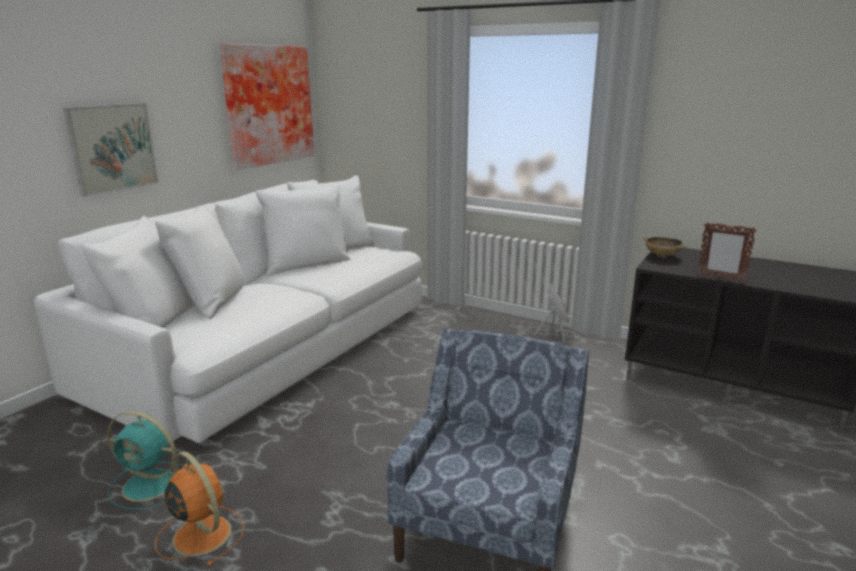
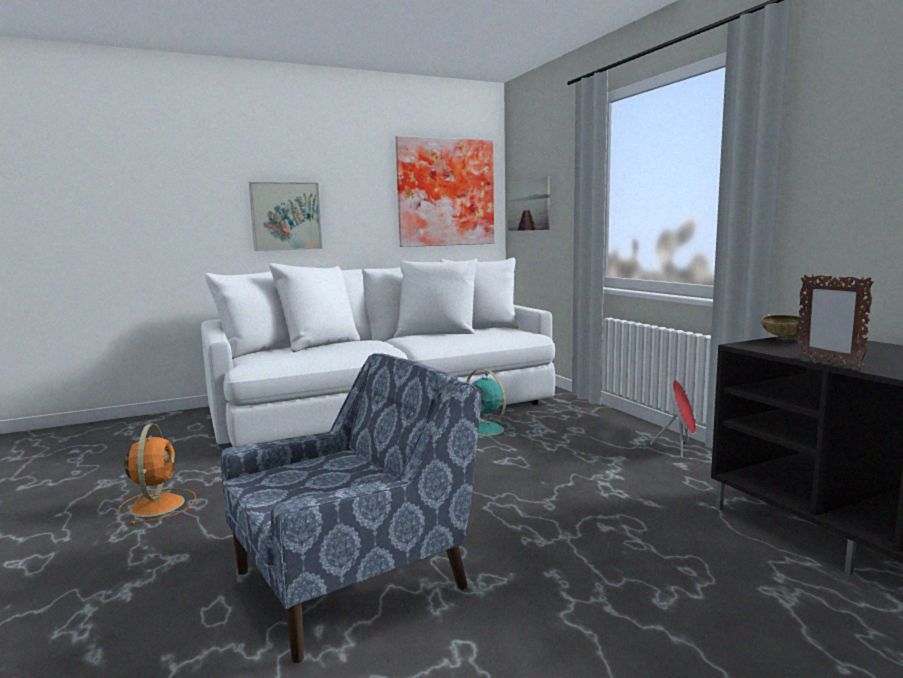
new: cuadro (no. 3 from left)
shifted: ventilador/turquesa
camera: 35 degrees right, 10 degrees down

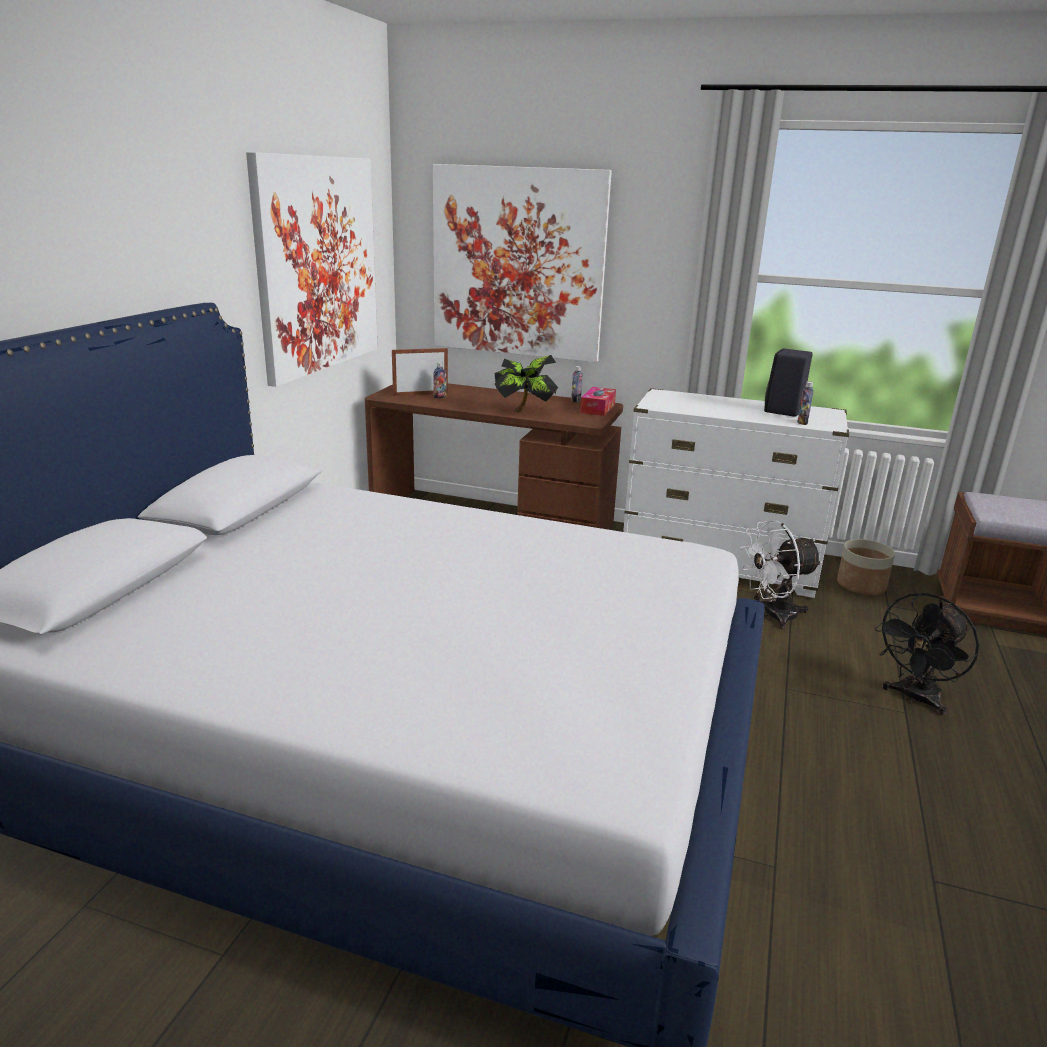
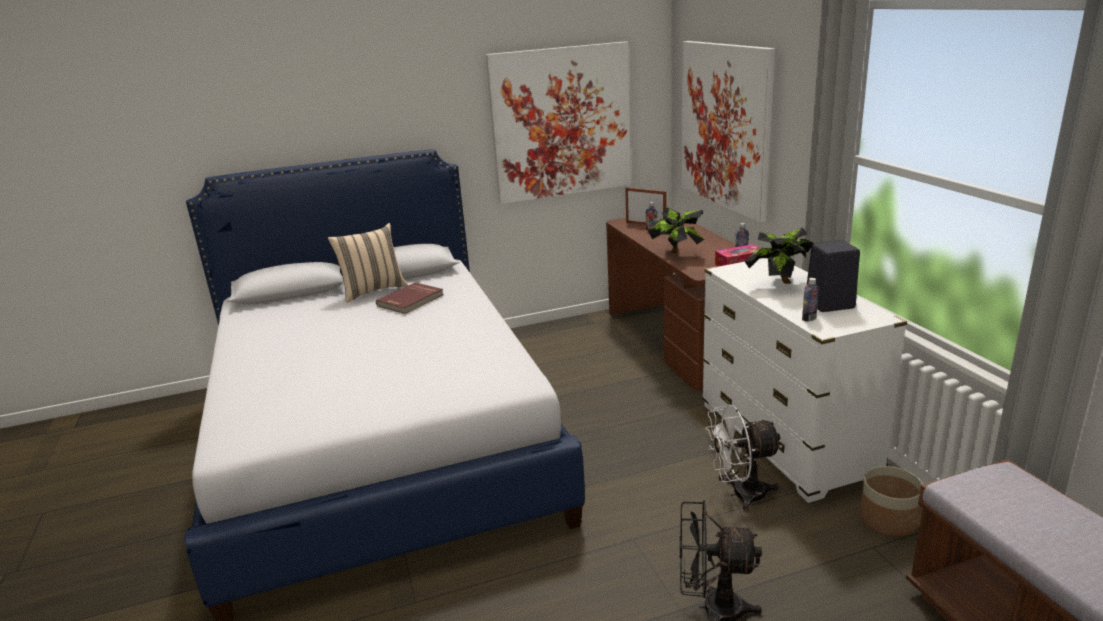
new: cojín/beis; libro/rojo; planta en maceta (no. 2 from left)
rotated: ventilador/blanco 45 degrees counterclockwise
camera: 55 degrees right, 0 degrees up

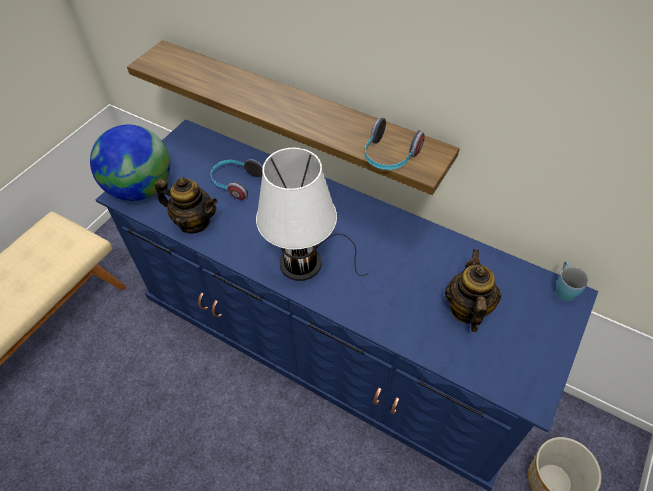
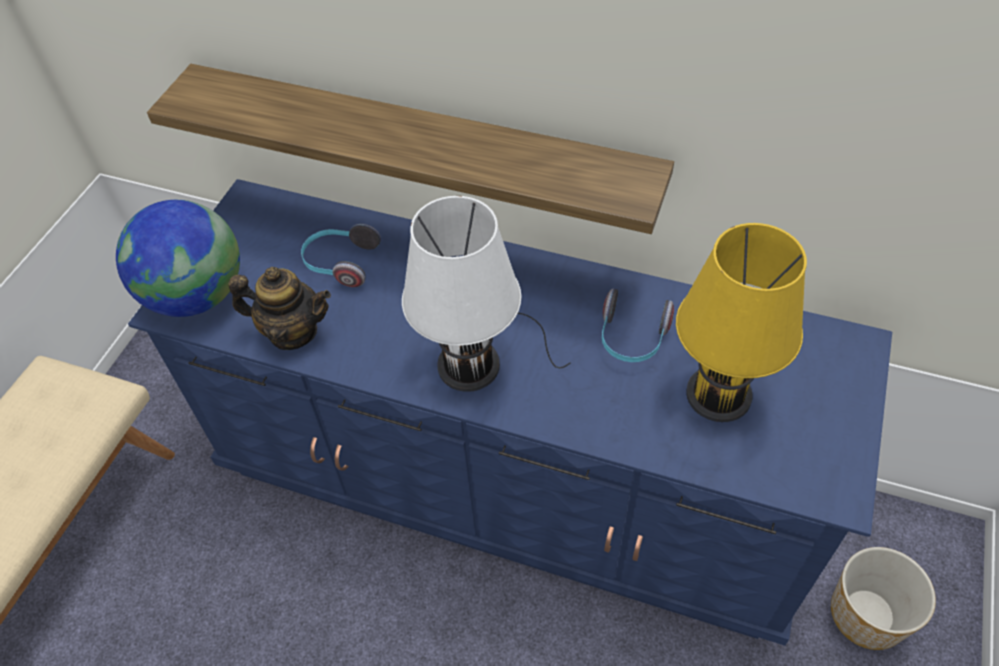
gone: taza grande/azul
shifted: auriculares (no. 2 from left)
swapped: tetera (no. 2 from left) to lámpara de mesa/amarillo
camera: 10 degrees left, 0 degrees up

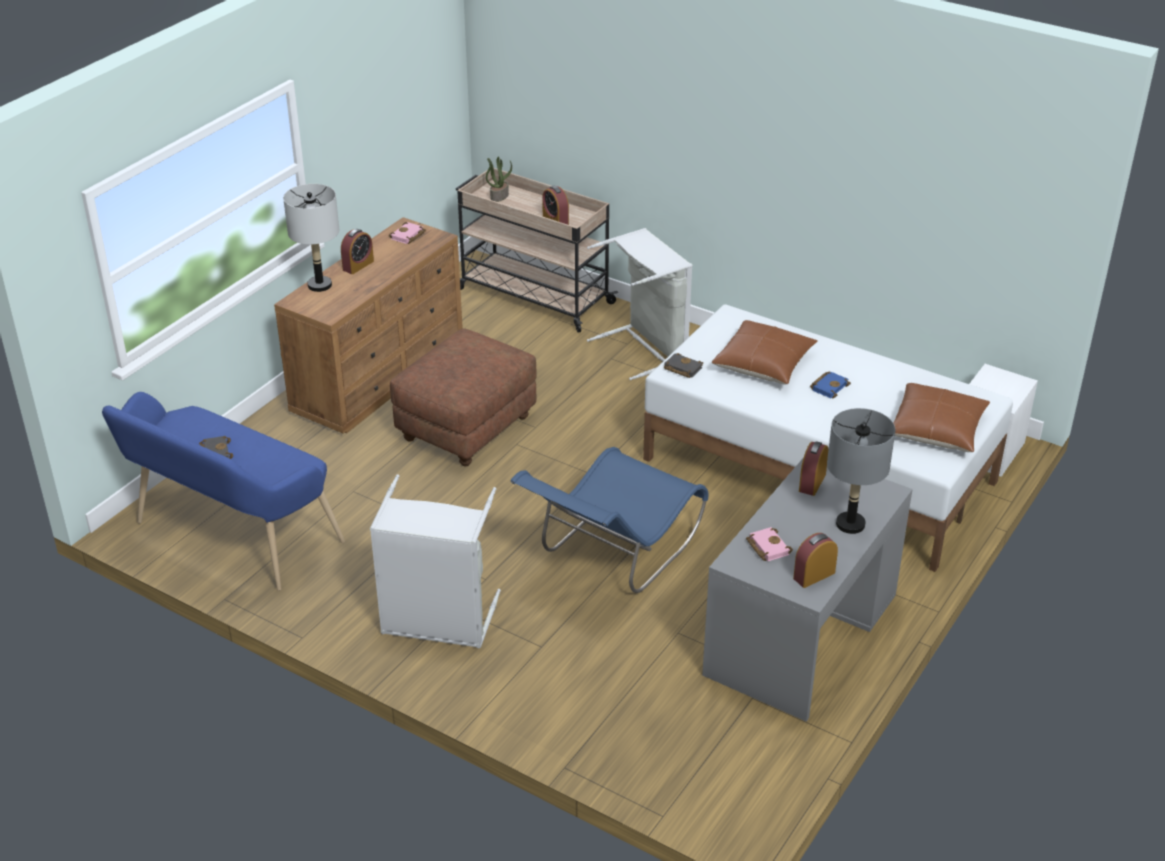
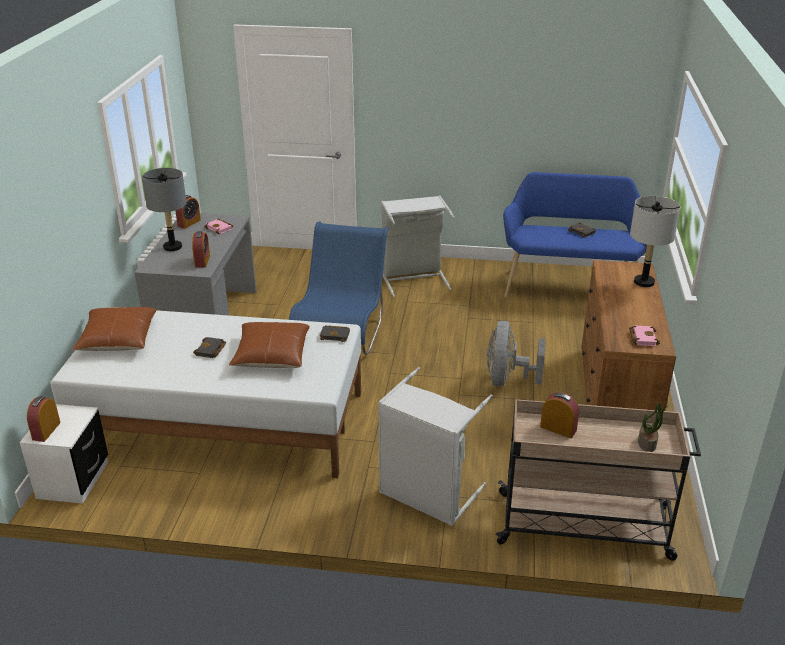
shifted: despertador (no. 1 from left)
swapped: puf/marrón to ventilador/gris
repainted: libro/azul to libro/negro (no. 1 from left)
camera: 155 degrees right, 5 degrees down

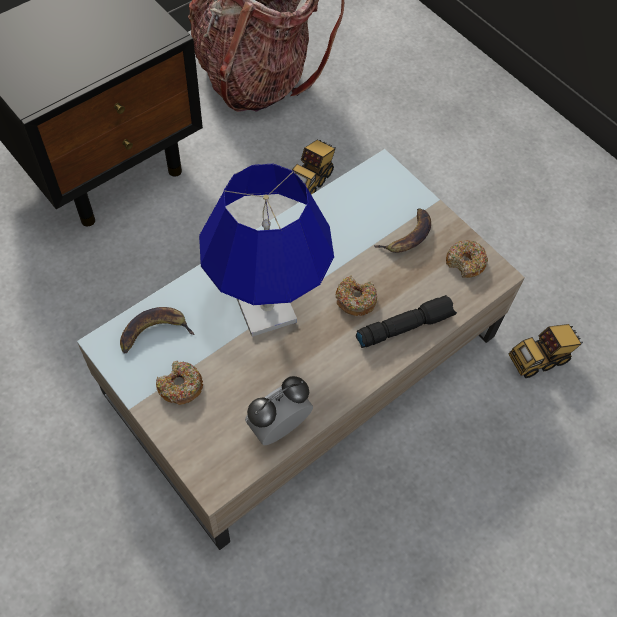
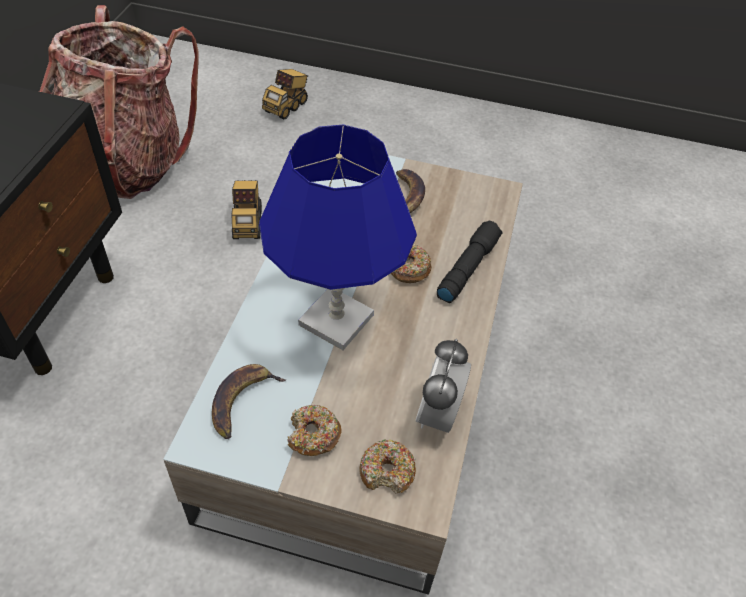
shifted: rosquilla (no. 3 from left in the first image) to rosquilla (no. 2 from left); camión de juguete (no. 2 from left)
camera: 35 degrees left, 10 degrees down

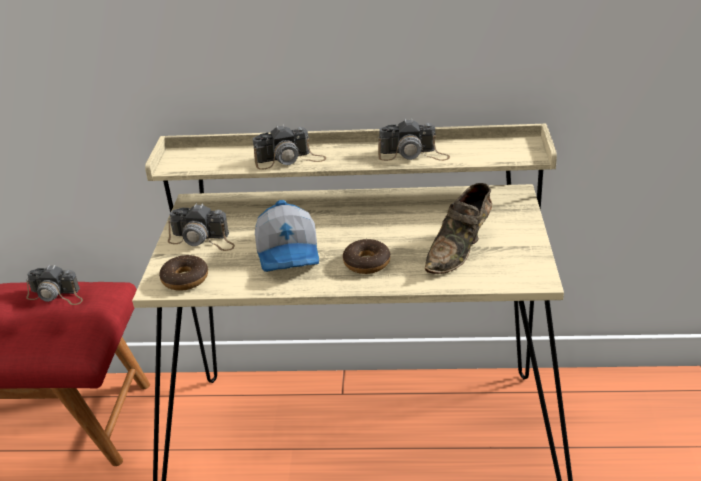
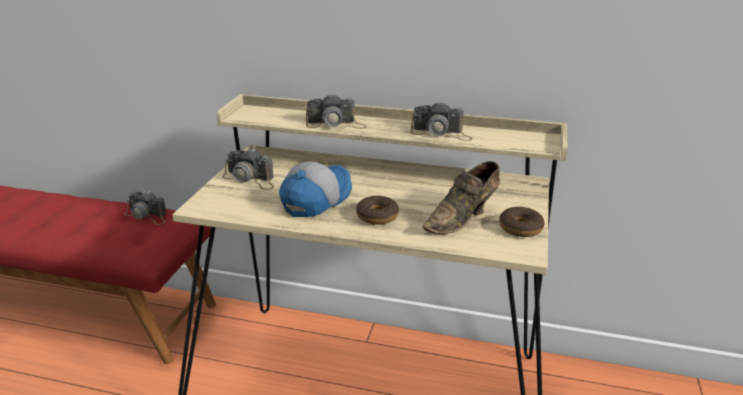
shifted: rosquilla (no. 1 from left in the first image) to rosquilla (no. 2 from left)
rotated: gorra 150 degrees counterclockwise
camera: 10 degrees right, 5 degrees down

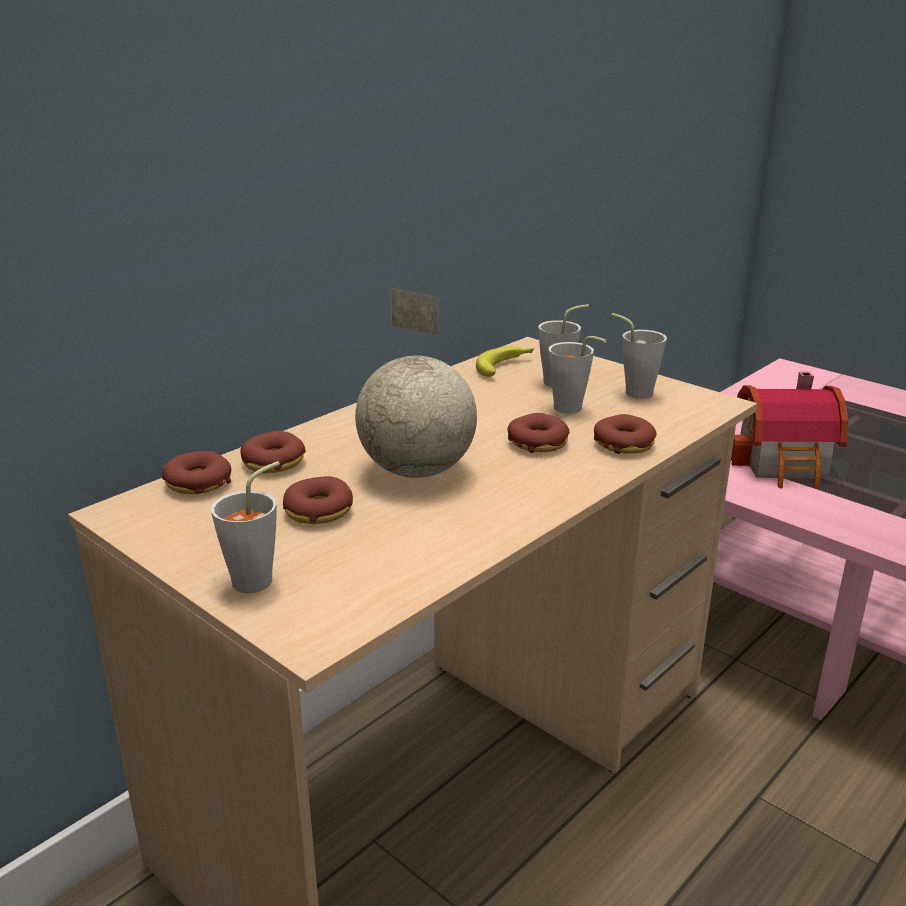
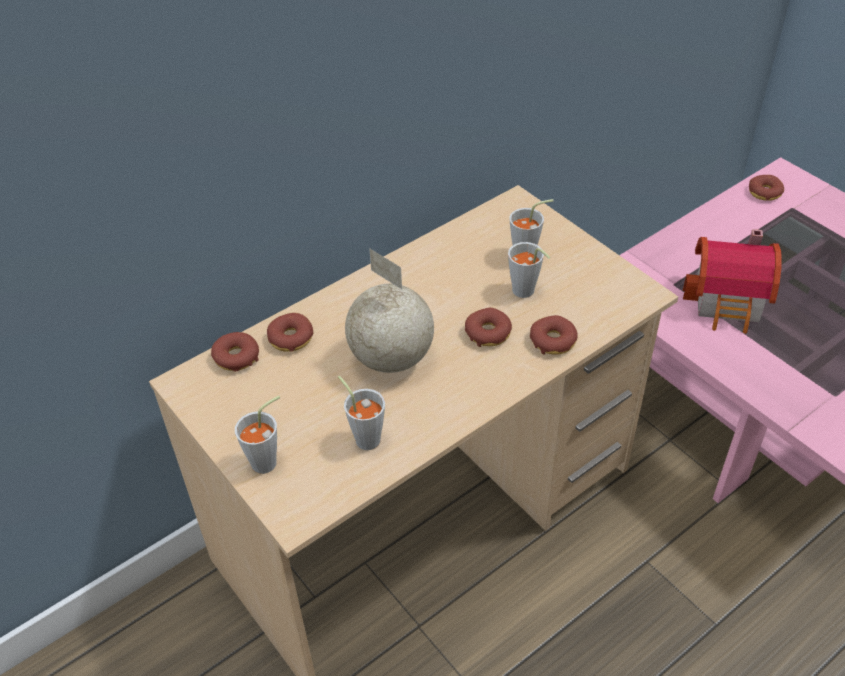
gone: plátano
shifted: rosquilla (no. 3 from left in the first image) to rosquilla (no. 5 from left); taza/gris (no. 4 from left in the first image) to taza/gris (no. 2 from left)
camera: 10 degrees right, 20 degrees up

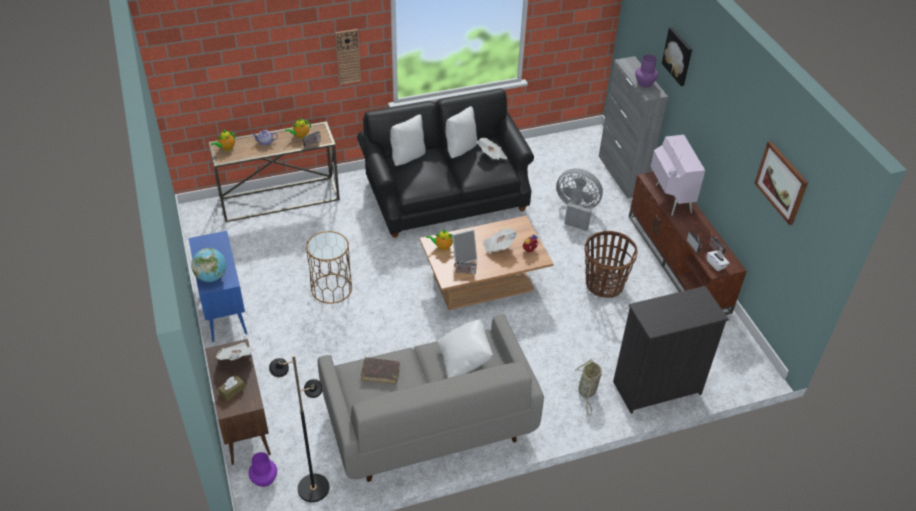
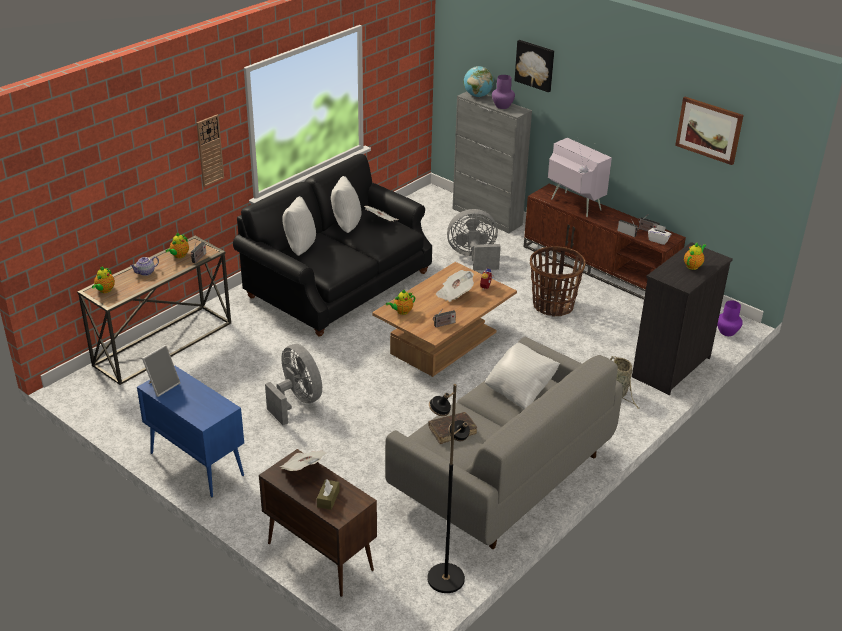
new: tetera (no. 5 from left)
shifted: globo terráqueo; florero/morado (no. 1 from left in the first image) to florero/morado (no. 2 from left); portarretratos
swapped: mesa auxiliar/marrón to ventilador/gris (no. 1 from left)
camera: 30 degrees left, 10 degrees down

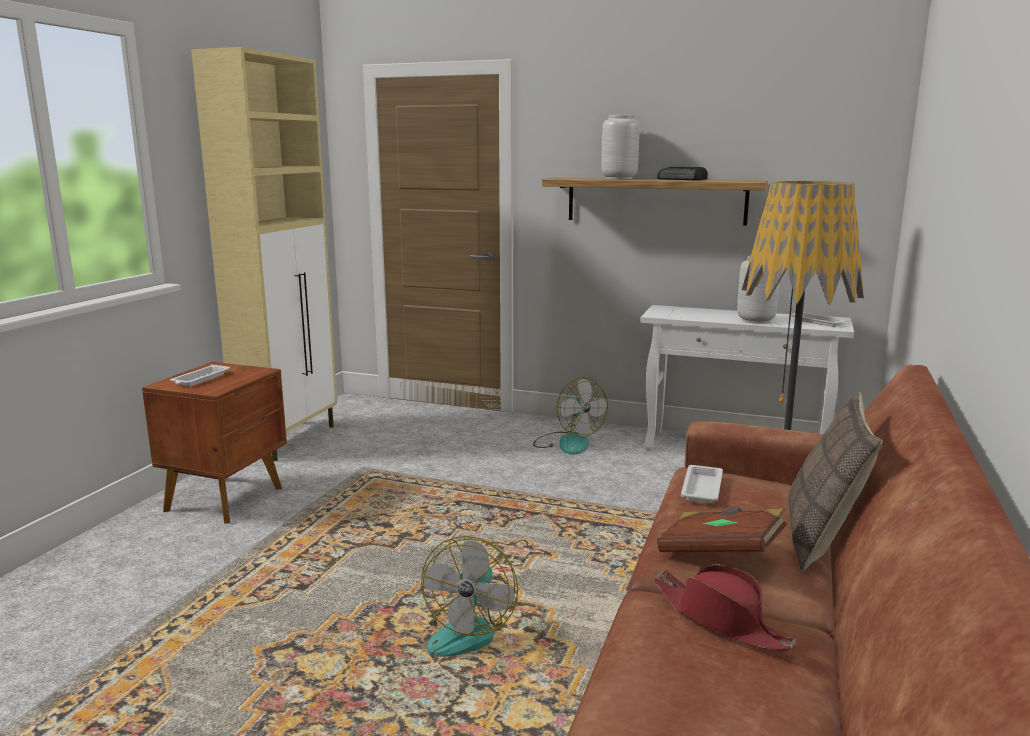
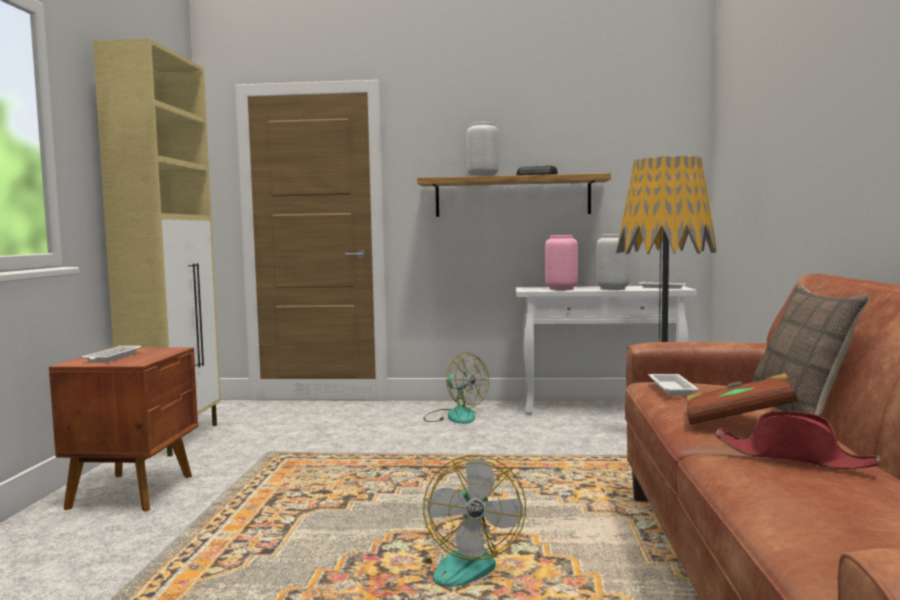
new: florero/rosa
camera: 15 degrees left, 10 degrees down

